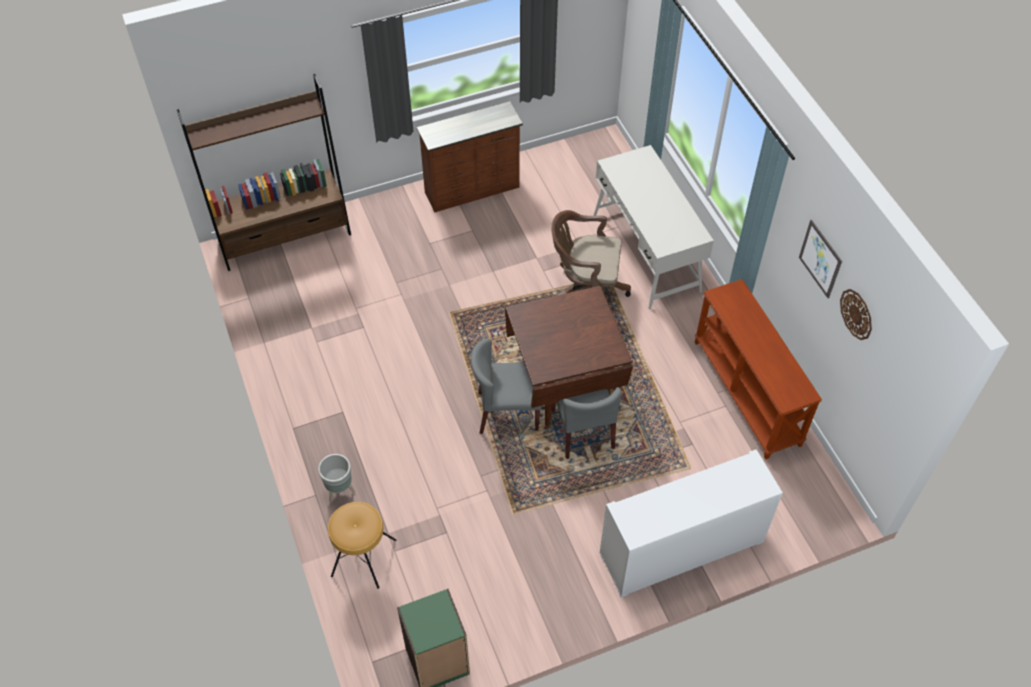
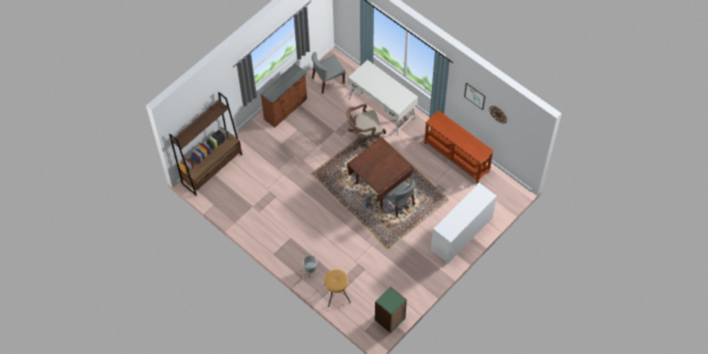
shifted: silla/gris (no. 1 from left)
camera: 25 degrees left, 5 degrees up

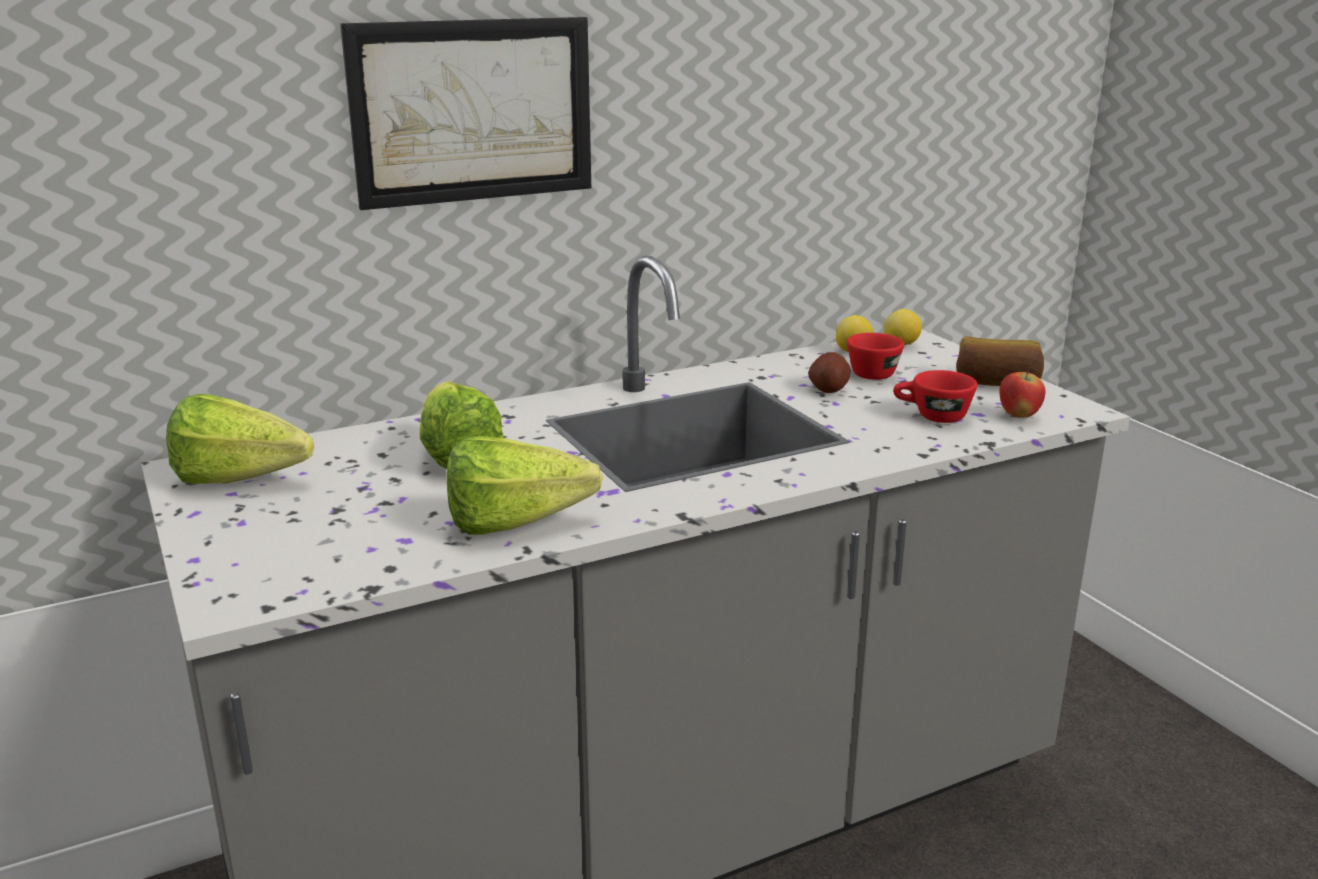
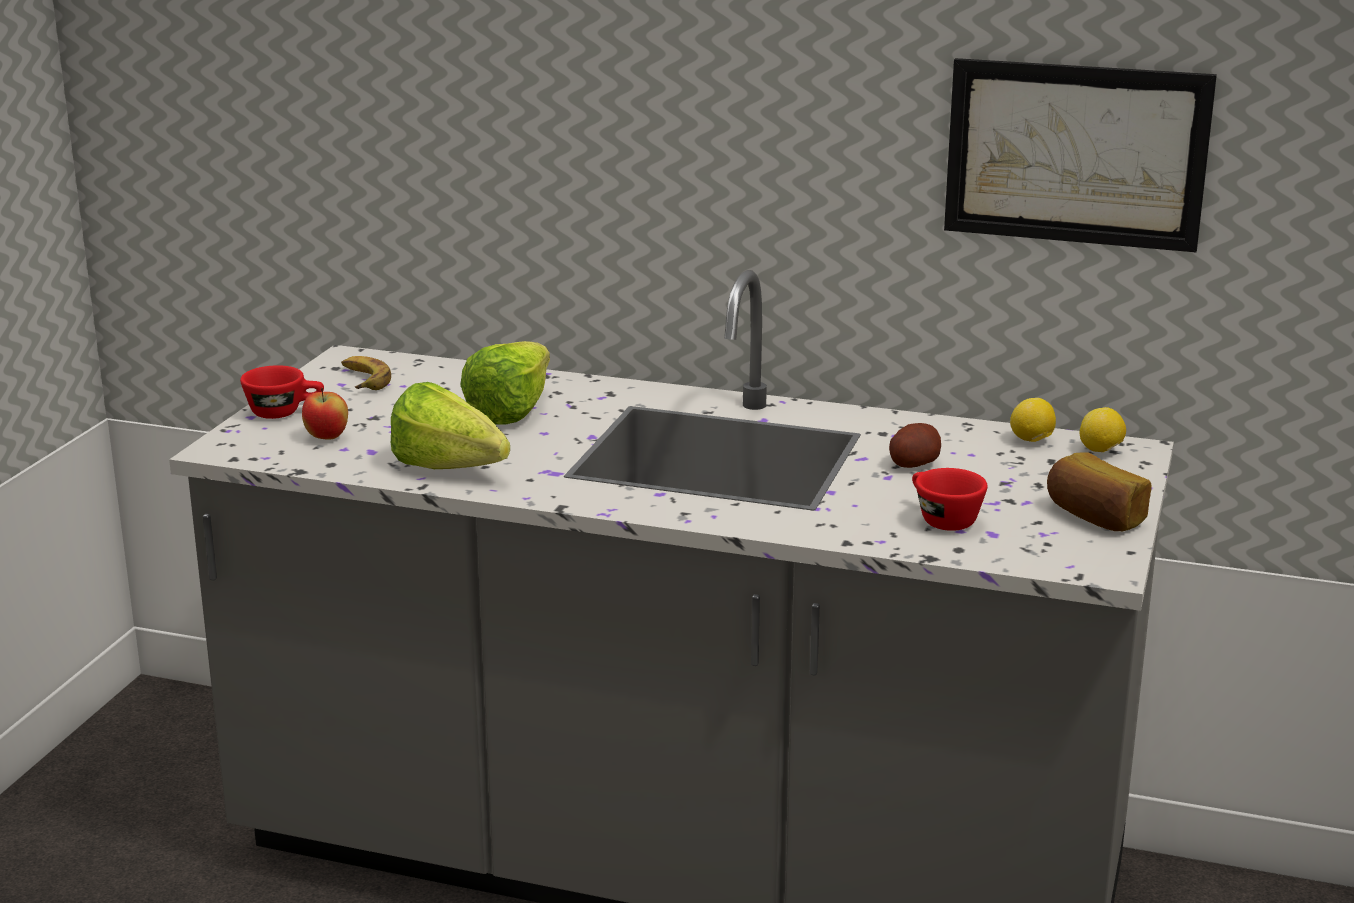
shifted: cuadro; taza/rojo (no. 1 from left); manzana
swapped: lechuga (no. 1 from left) to plátano
camera: 45 degrees right, 0 degrees up

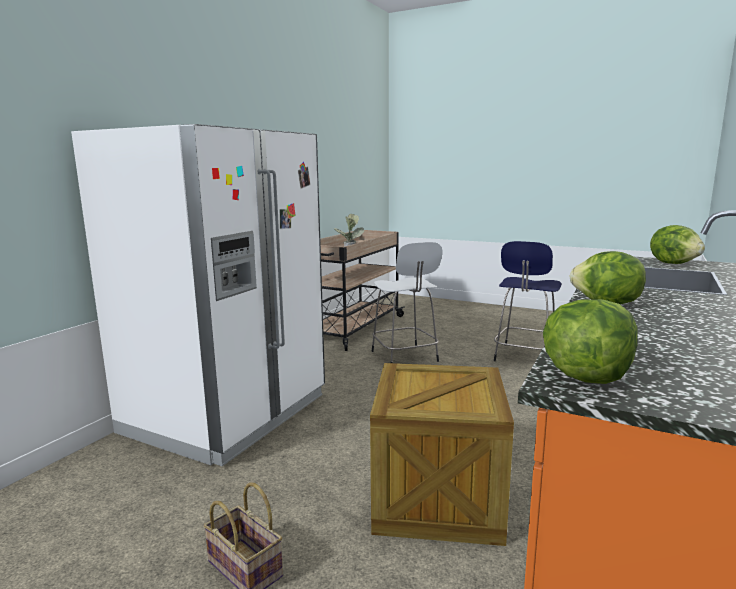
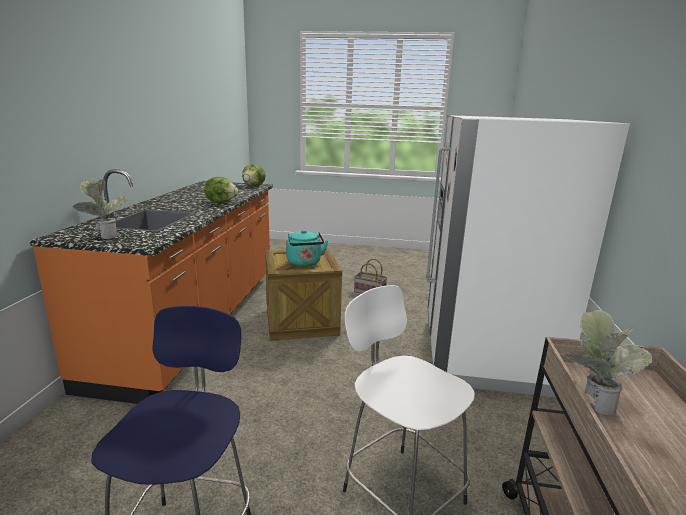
new: hervidor/turquesa
swapped: lechuga (no. 3 from left) to planta en maceta (no. 1 from left)
camera: 160 degrees right, 5 degrees up

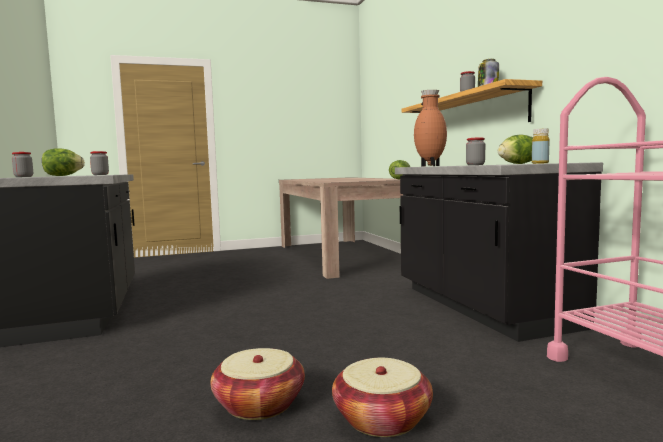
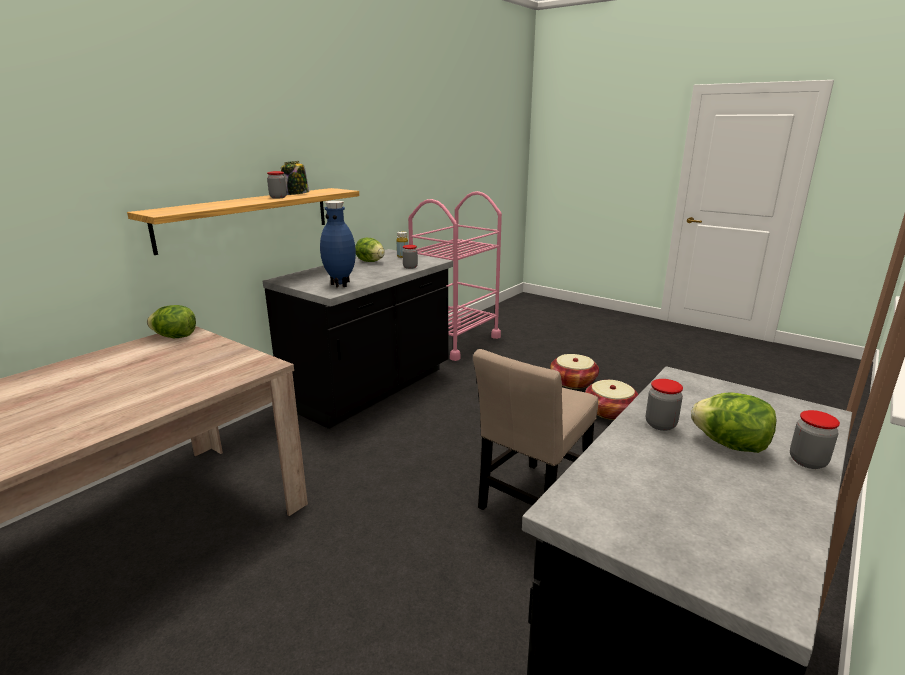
new: silla/beis
repainted: florero/marrón to florero/azul
camera: 125 degrees left, 15 degrees up

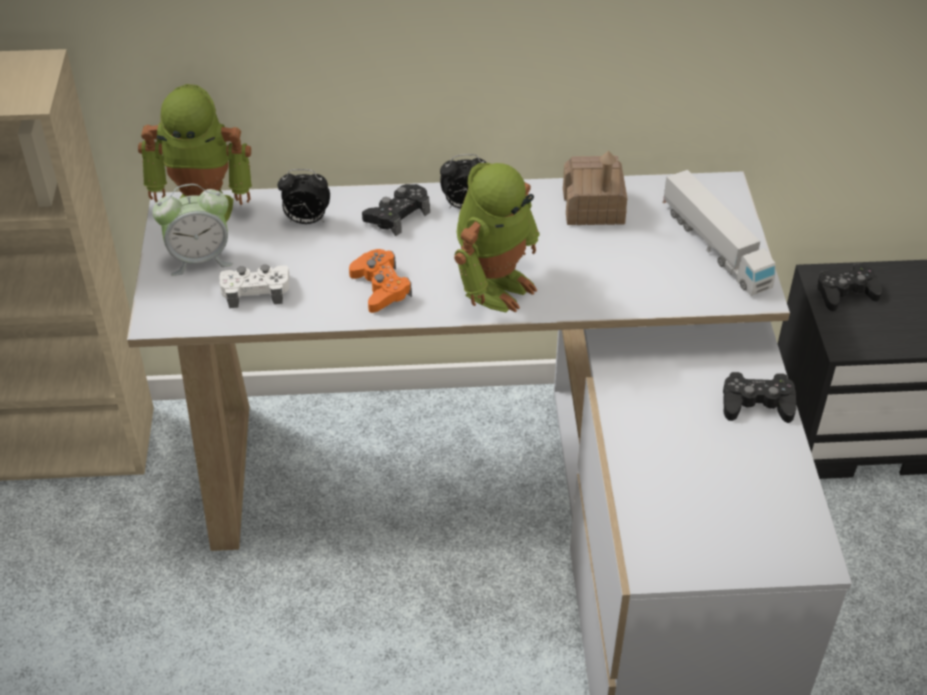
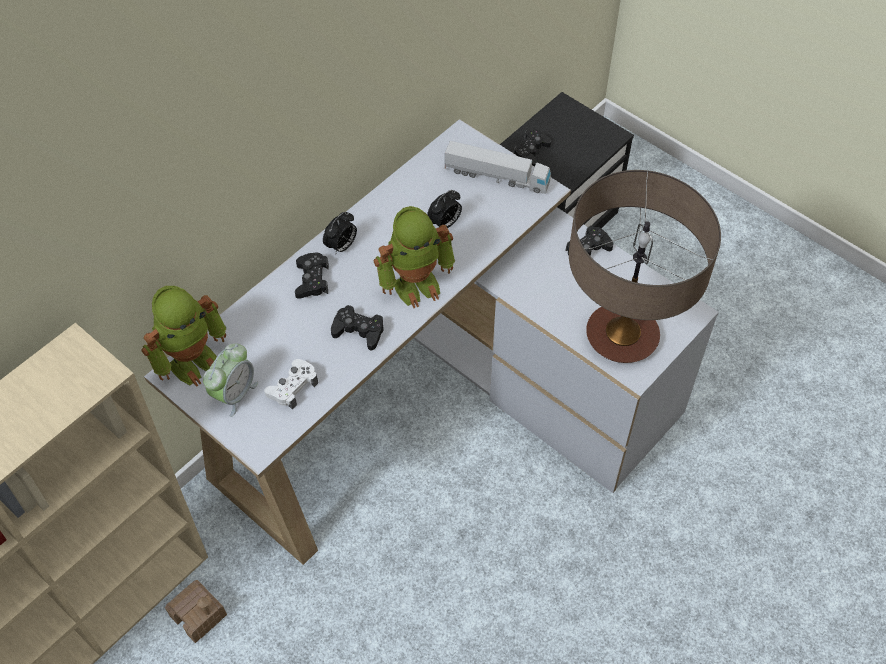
new: lámpara de mesa
shifted: despertador (no. 2 from left in the first image) to despertador (no. 3 from left); casita
repainted: mando de consola/naranja to mando de consola/negro (no. 2 from left)
rotated: robot de juguete (no. 2 from left) 75 degrees clockwise
camera: 45 degrees left, 10 degrees up

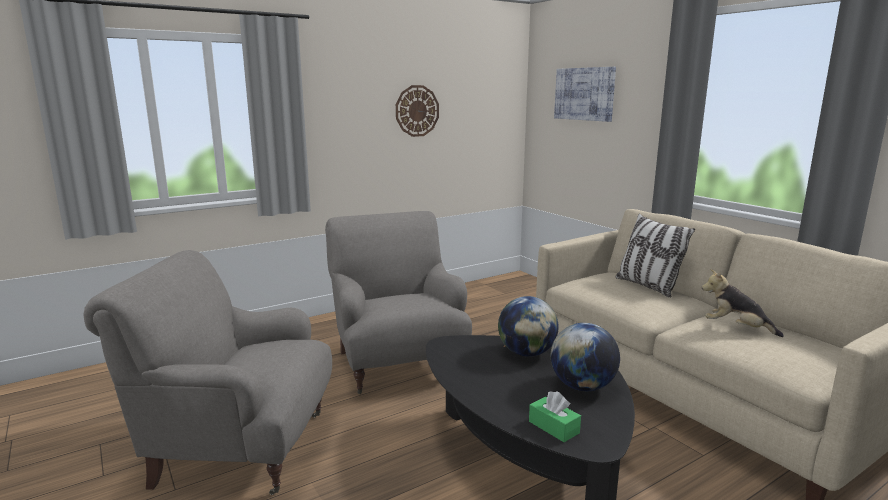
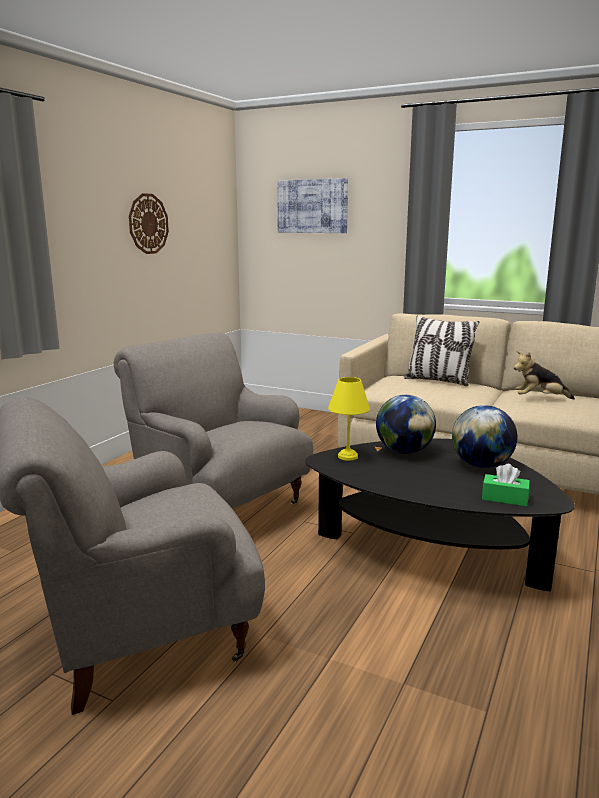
new: lámpara de mesa/amarillo
camera: 30 degrees left, 0 degrees up

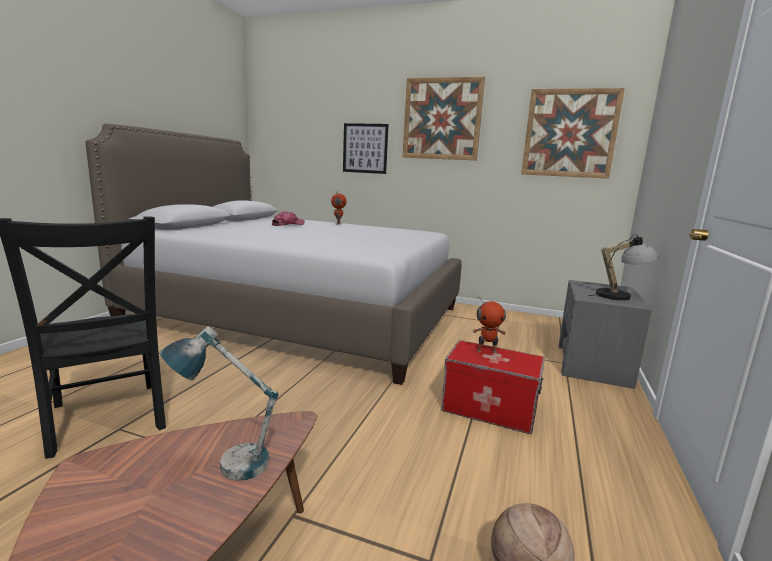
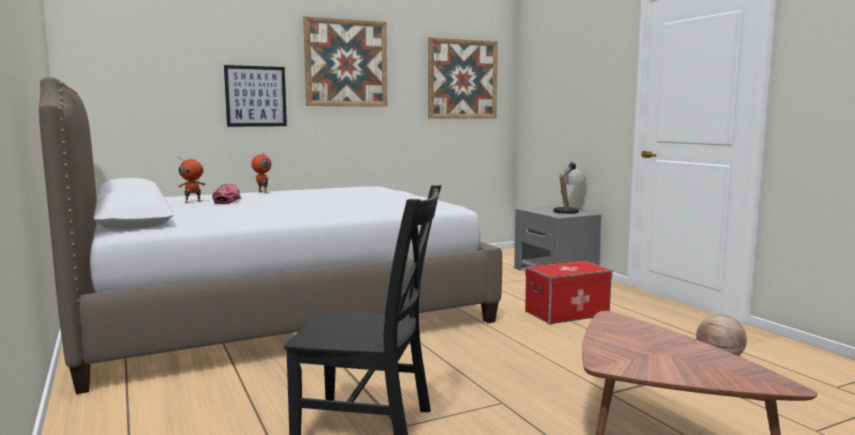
gone: lámpara de mesa (no. 1 from left)
shifted: robot de juguete (no. 2 from left in the first image) to robot de juguete (no. 1 from left)
camera: 45 degrees left, 5 degrees down

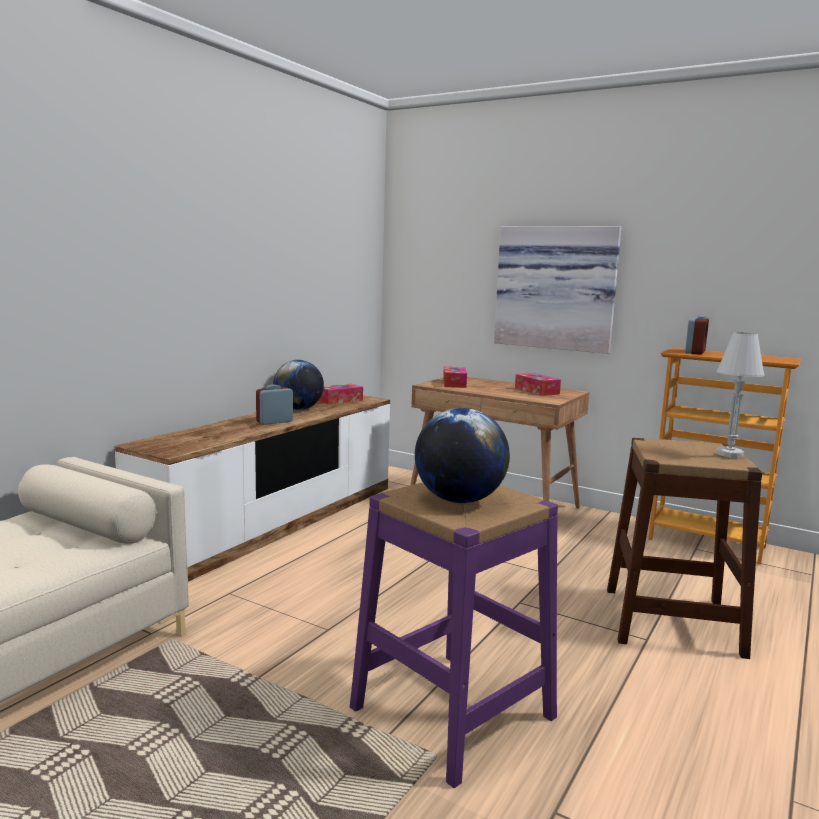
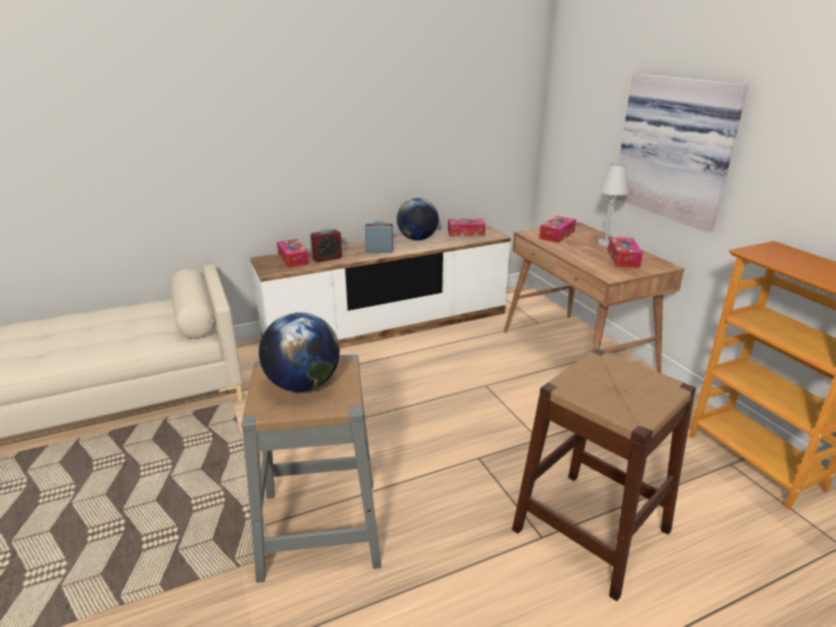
new: caja de pañuelos (no. 1 from left)
shifted: despertador (no. 2 from left in the first image) to despertador (no. 1 from left); lámpara de mesa/blanco
repainted: taburete/morado to taburete/gris
camera: 35 degrees right, 15 degrees up

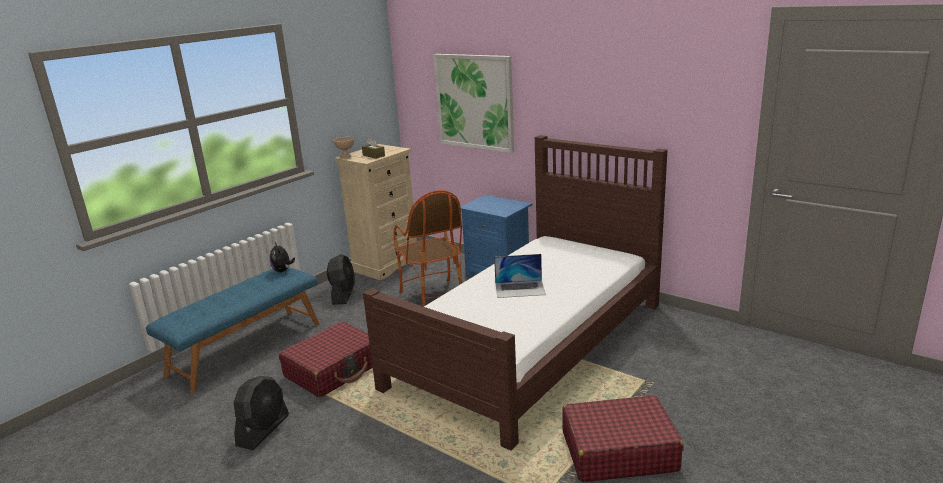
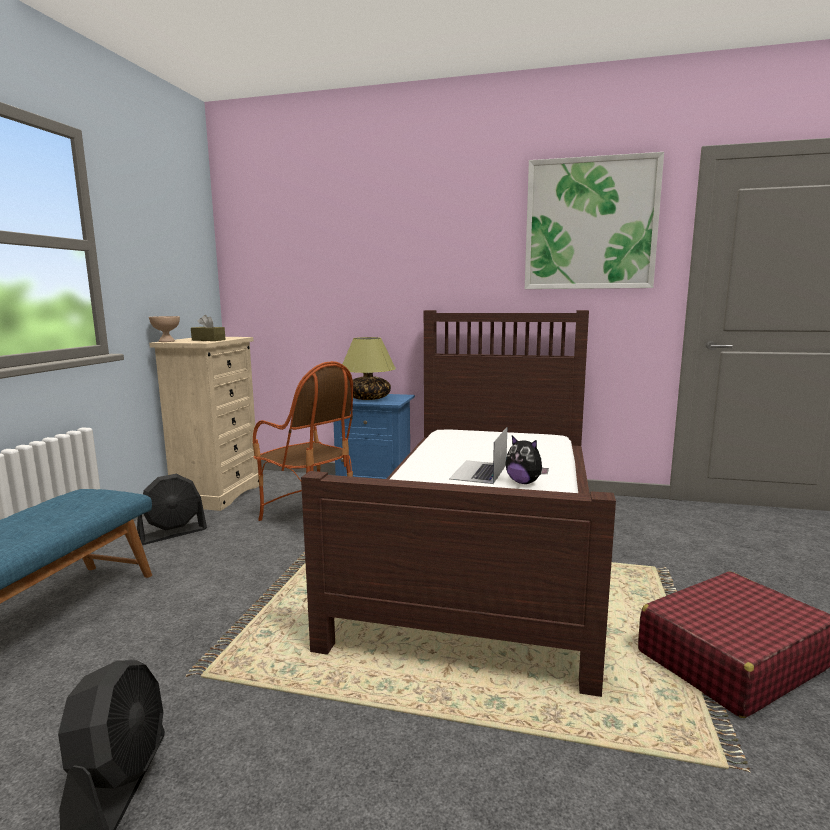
gone: maleta/rojo (no. 1 from left)
new: lámpara de mesa
shifted: peluche; cuadro
rotated: ventilador/negro (no. 2 from left) 75 degrees clockwise; portátil 135 degrees clockwise
camera: 25 degrees left, 10 degrees down

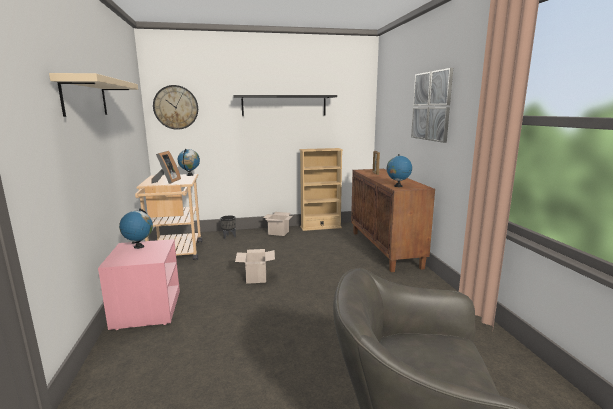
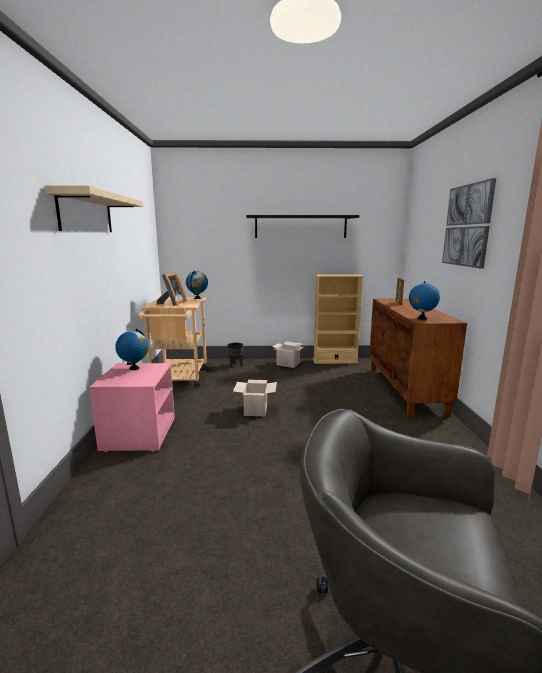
gone: reloj de pared
camera: 10 degrees right, 0 degrees up

